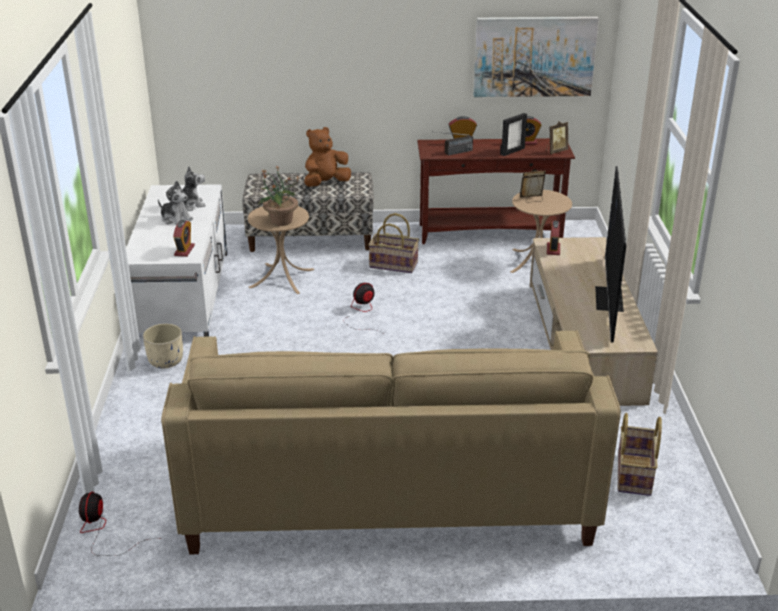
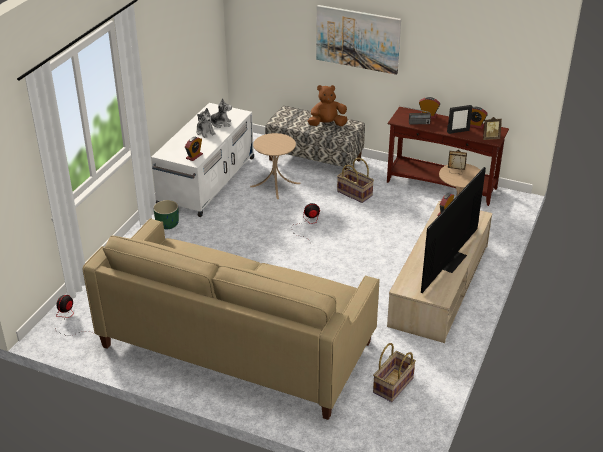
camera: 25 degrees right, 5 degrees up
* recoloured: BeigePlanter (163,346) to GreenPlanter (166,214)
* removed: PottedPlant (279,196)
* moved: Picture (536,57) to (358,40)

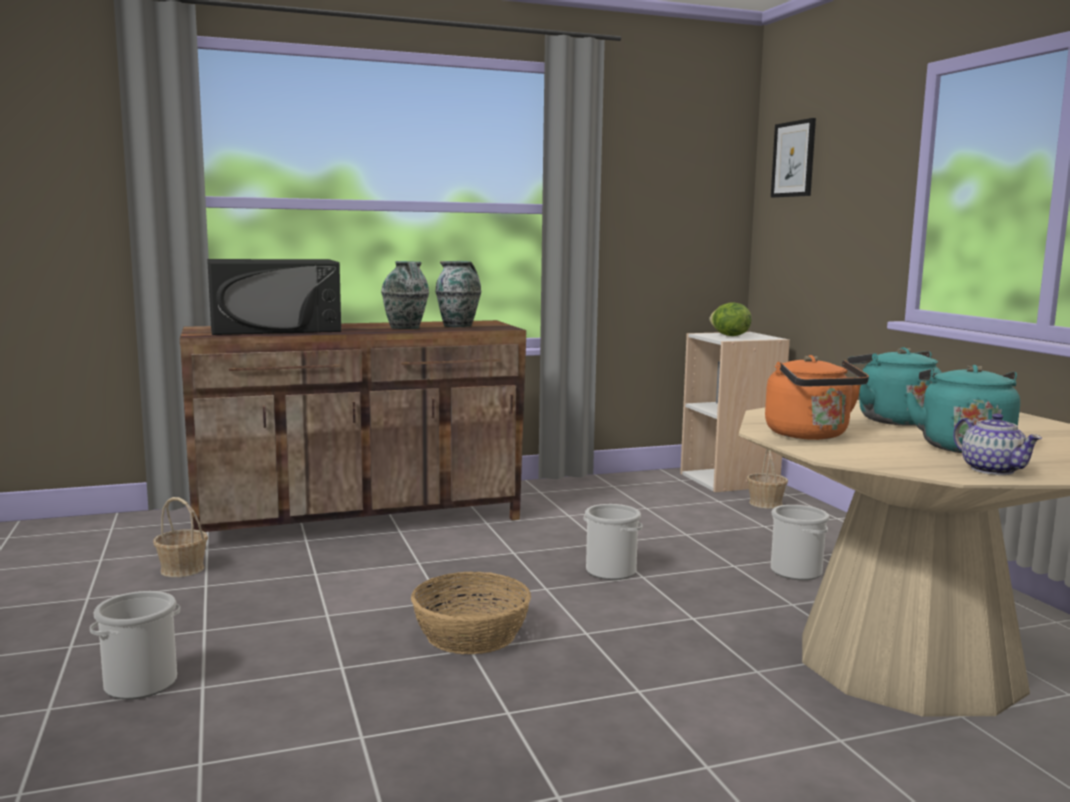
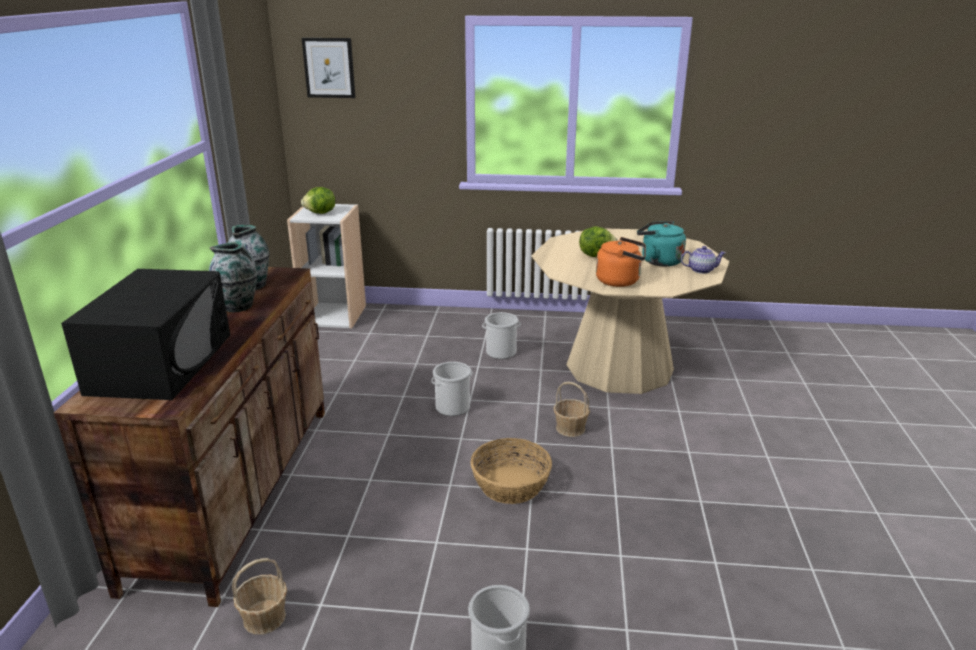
camera: 65 degrees left, 15 degrees up
* moved: Basket (767,479) to (572,409)
* replaced: TurquoiseKettle (895,386) to Lettuce (598,241)

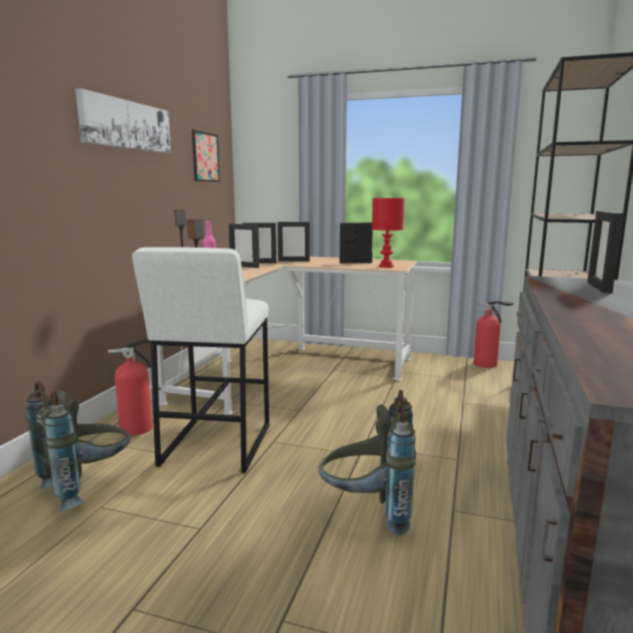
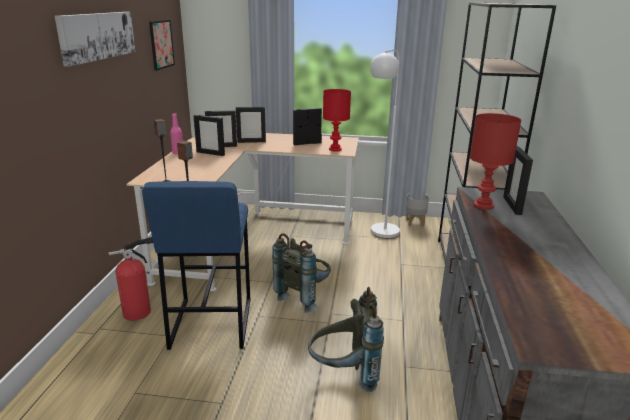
camera: 10 degrees left, 10 degrees up
* moved: GreyBackpack (78,446) to (301,273)
* recoloured: WhiteStool (200,360) to BlueStool (196,265)
* replaced: FireExtinguisher (493,334) to GreyPlanter (417,210)
* added: WhiteFloorLamp (385,144)
* added: RedTableLamp (495,161)

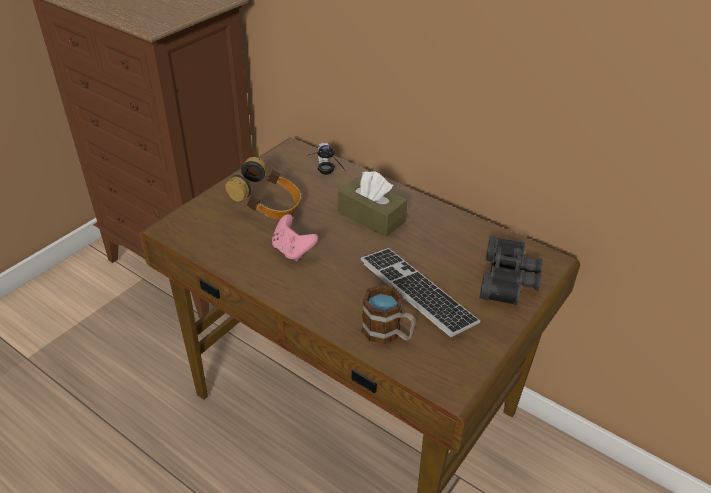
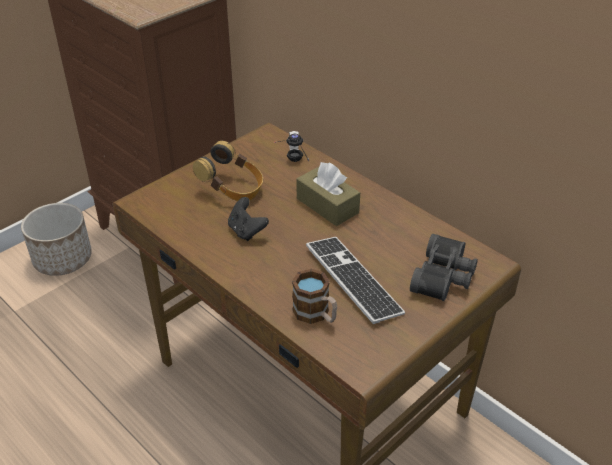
camera: 10 degrees right, 0 degrees up
* recoloured: PinkGameController (295,237) to BlackGameController (248,219)
* added: Planter (56,239)

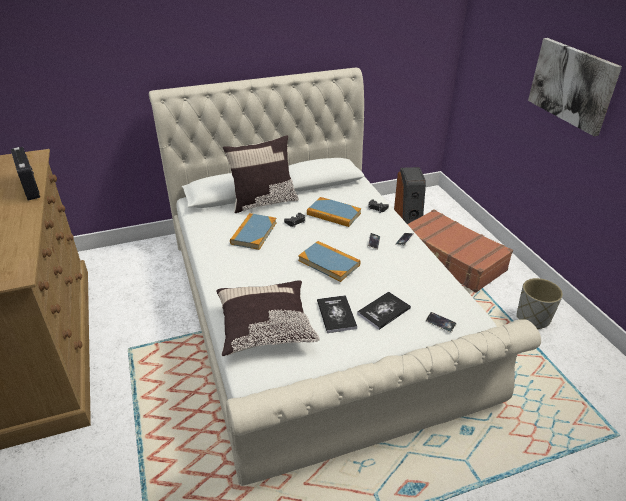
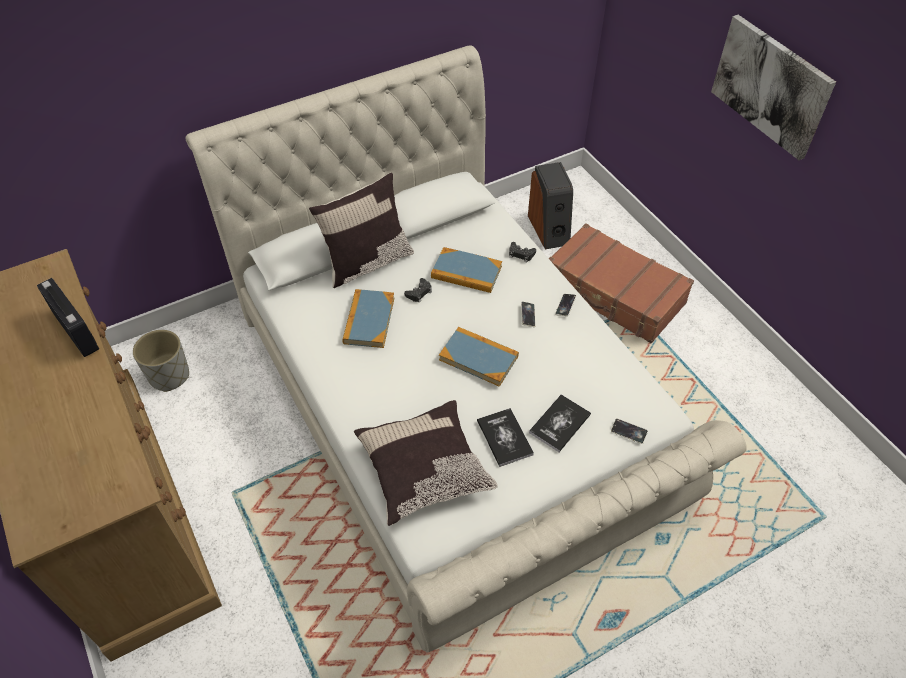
camera: 10 degrees left, 15 degrees up
* moved: GreyPlanter (540,303) to (161,361)

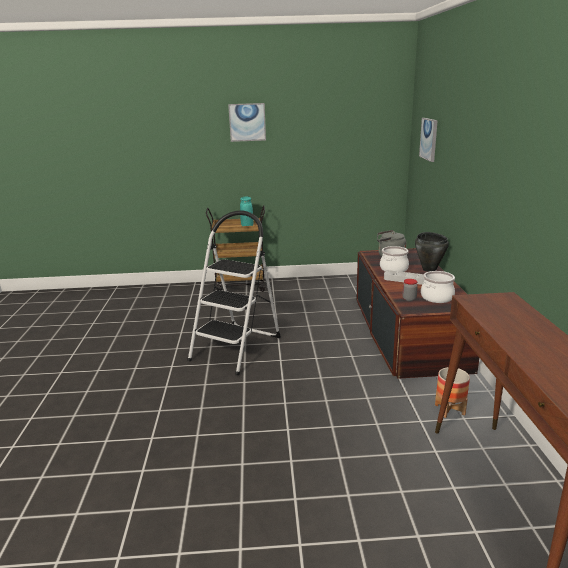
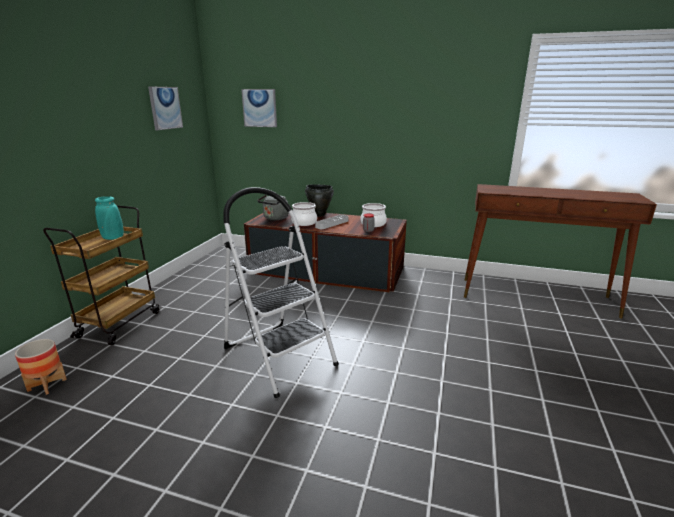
camera: 70 degrees left, 0 degrees up
* moved: Picture (247,122) to (165,108)
* moved: Planter (452,392) to (41,367)

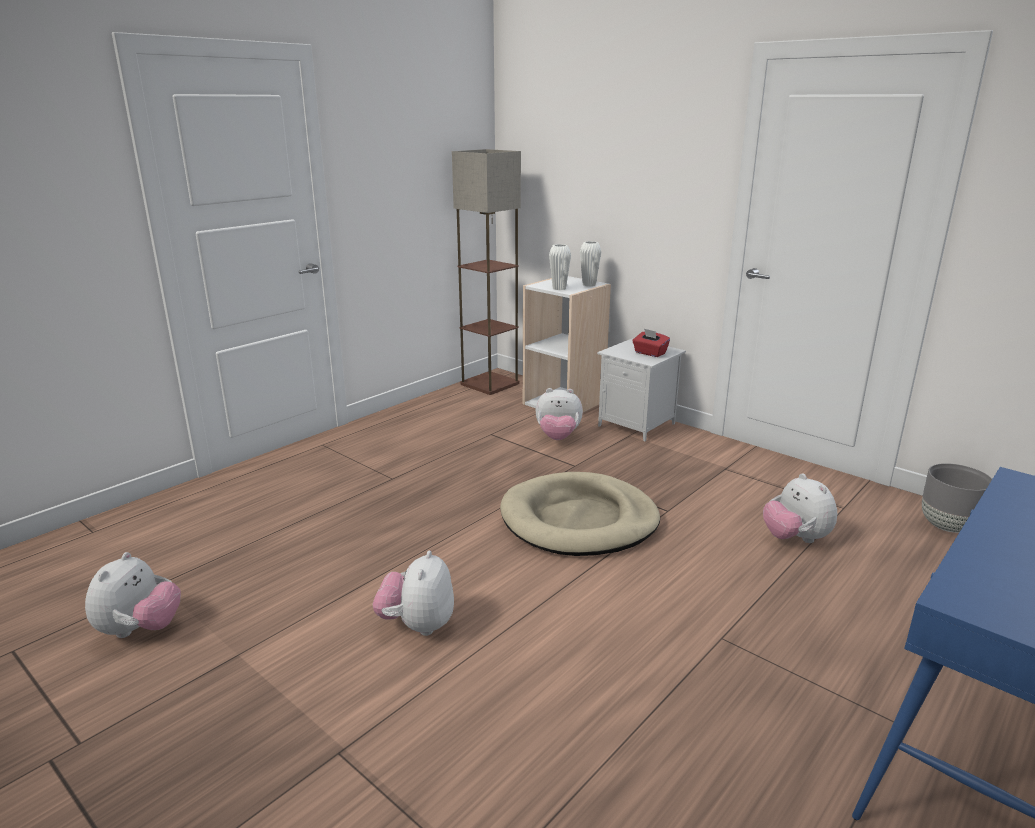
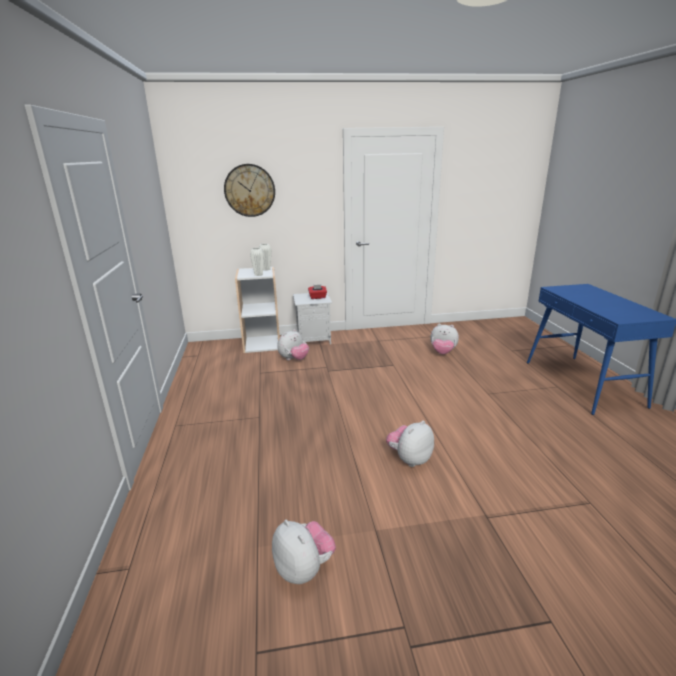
camera: 50 degrees left, 0 degrees up
* turned: PlushToy (413,593) = (410,443) 90 degrees clockwise
* removed: FloorLamp (486,272)
* removed: BeigeDogBed (580,514)
* removed: GreyPlanter (957,498)
* added: WallClock (249,190)

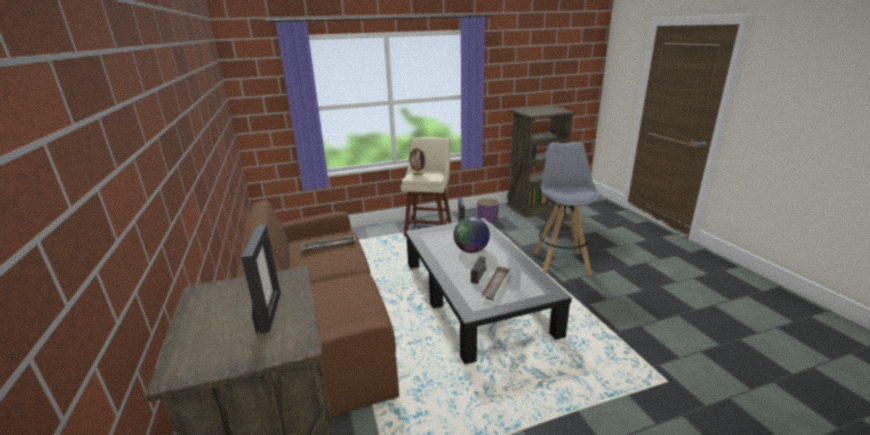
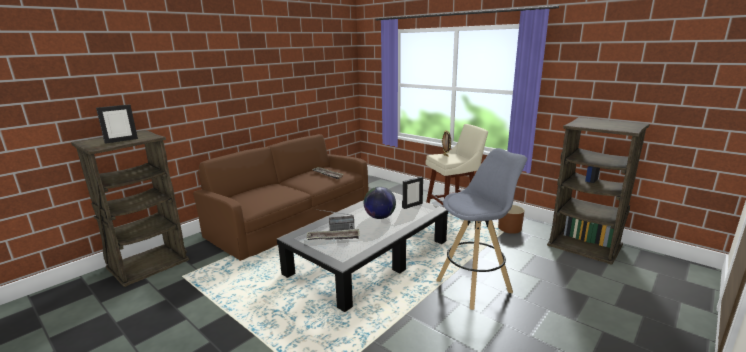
camera: 60 degrees right, 5 degrees down
* recoloured: PurplePlanter (488,210) to BrownPlanter (511,219)

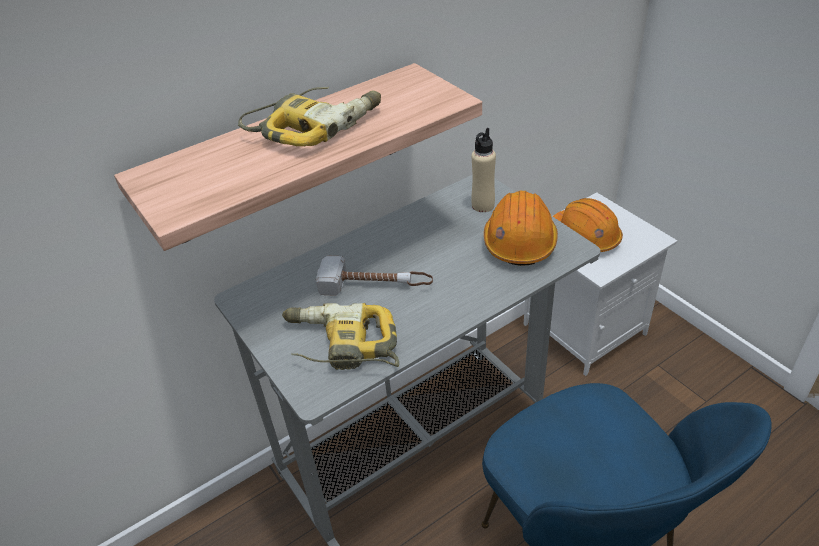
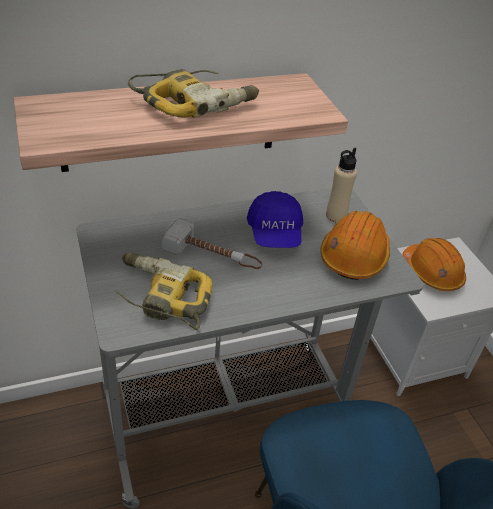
camera: 10 degrees right, 0 degrees up
* added: BlueCap (275,219)

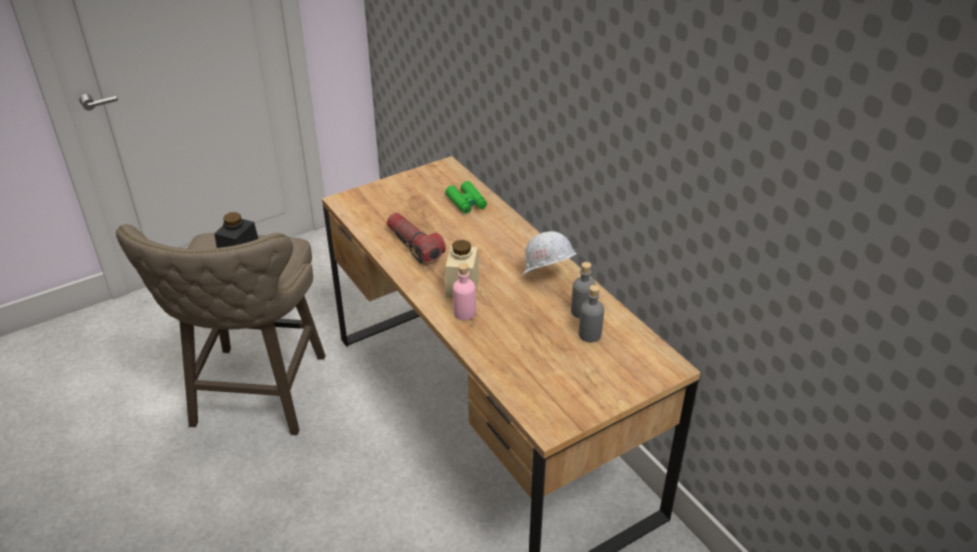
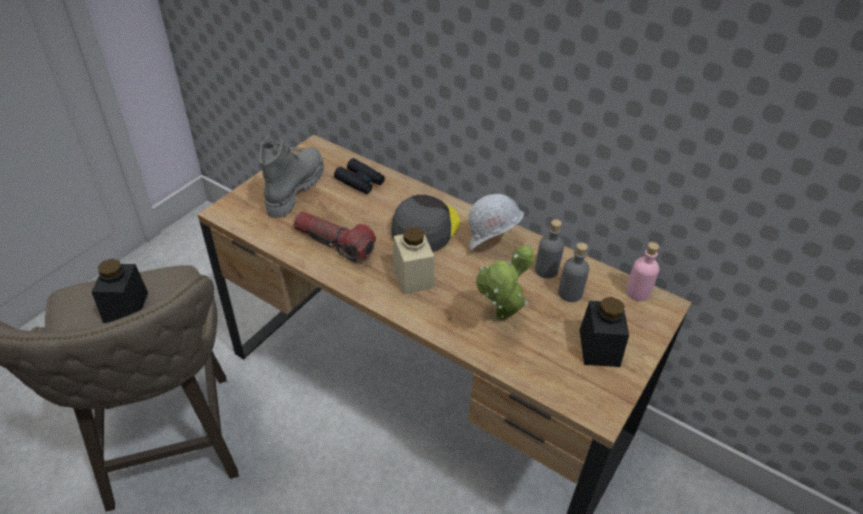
camera: 25 degrees left, 5 degrees up
* recoloured: GreenBinoculars (466,197) to BlackBinoculars (359,176)
* moved: PinkBottle (464,291) to (642,272)
* added: GreyBoot (291,176)
* added: GreyCap (425,223)
* added: PottedPlant (505,282)
* added: BlackJar (604,332)

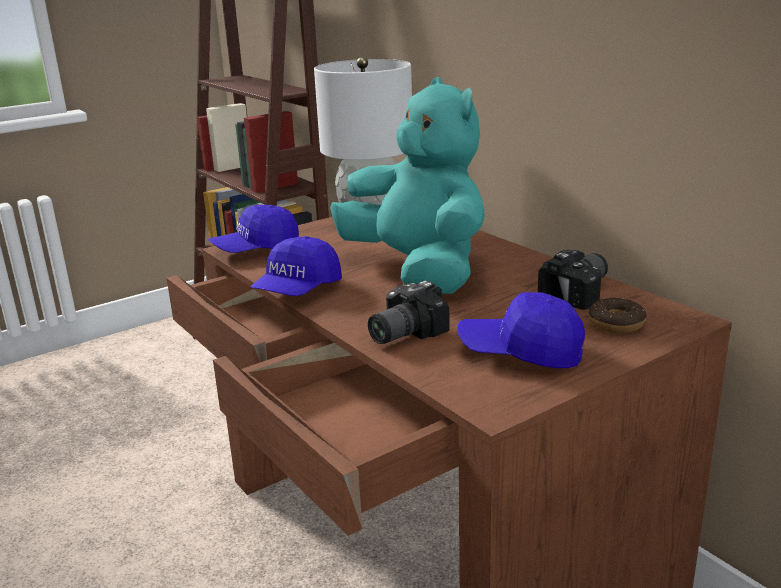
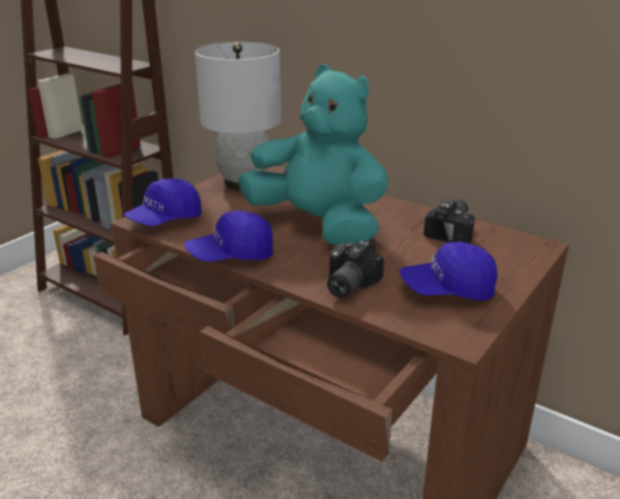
camera: 20 degrees left, 5 degrees up
* turned: BlueCap (296,266) = (228,236) 60 degrees clockwise
* removed: Donut (617,315)

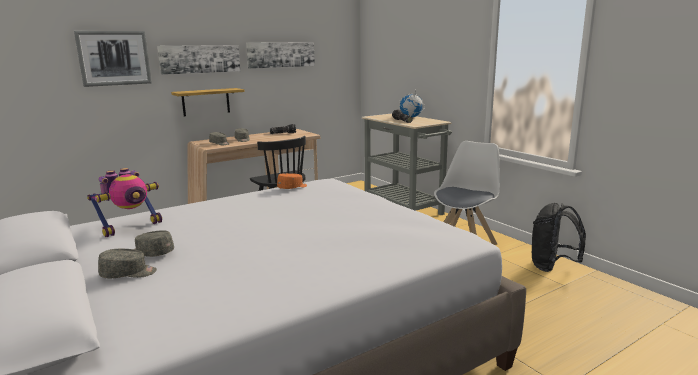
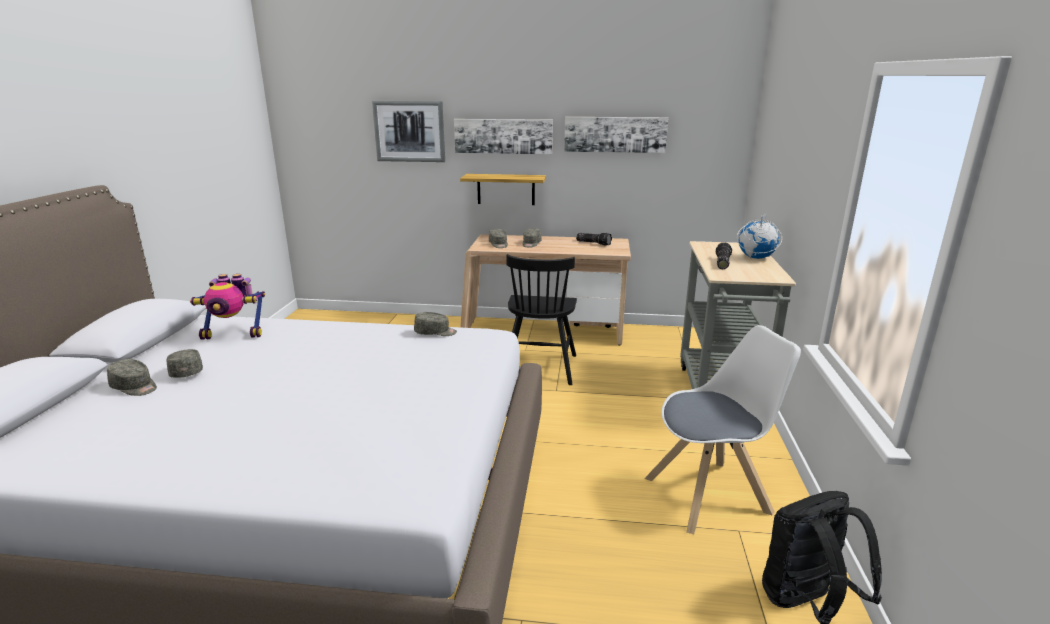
camera: 40 degrees right, 5 degrees up
* recoloured: OrangeCap (292,181) to GreyCap (435,324)

